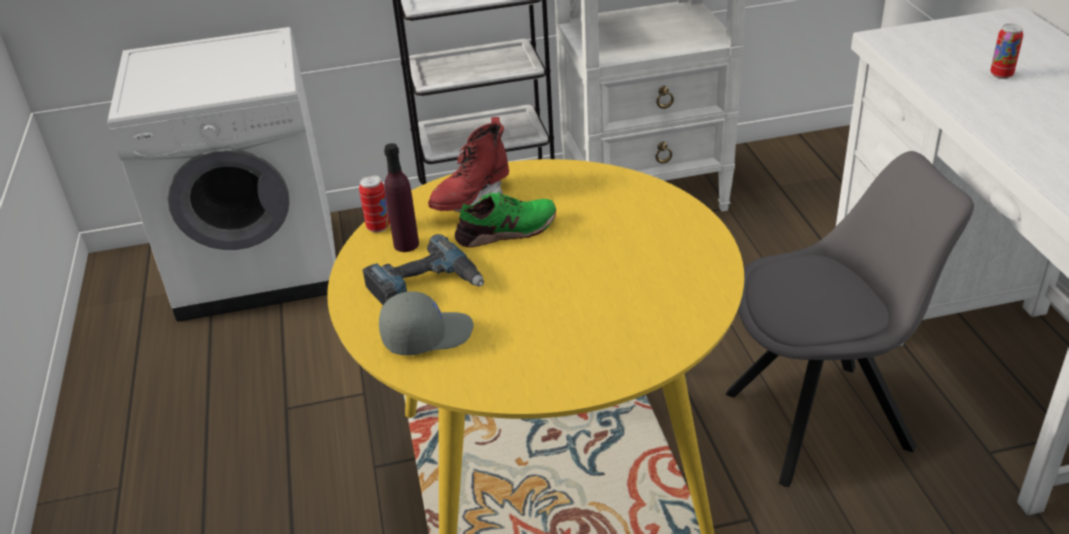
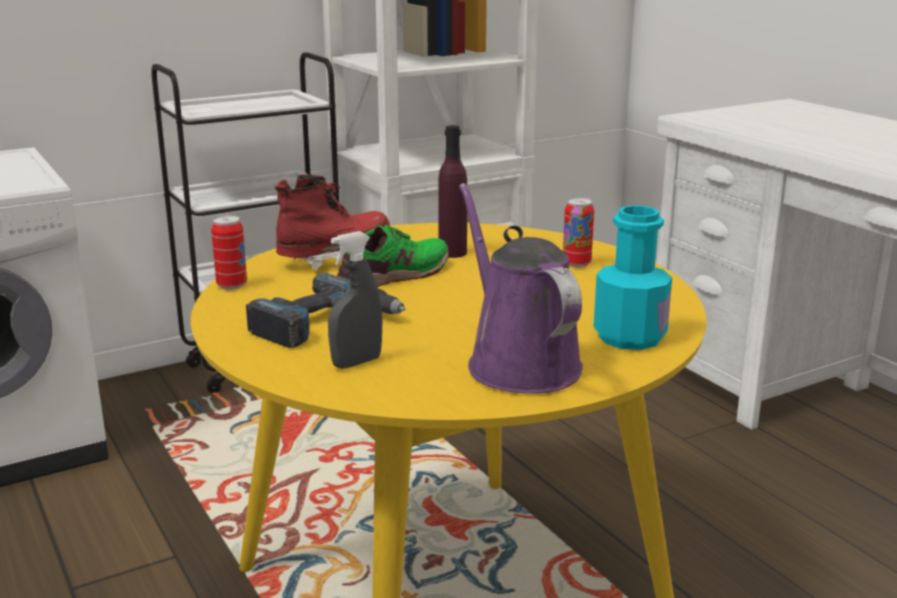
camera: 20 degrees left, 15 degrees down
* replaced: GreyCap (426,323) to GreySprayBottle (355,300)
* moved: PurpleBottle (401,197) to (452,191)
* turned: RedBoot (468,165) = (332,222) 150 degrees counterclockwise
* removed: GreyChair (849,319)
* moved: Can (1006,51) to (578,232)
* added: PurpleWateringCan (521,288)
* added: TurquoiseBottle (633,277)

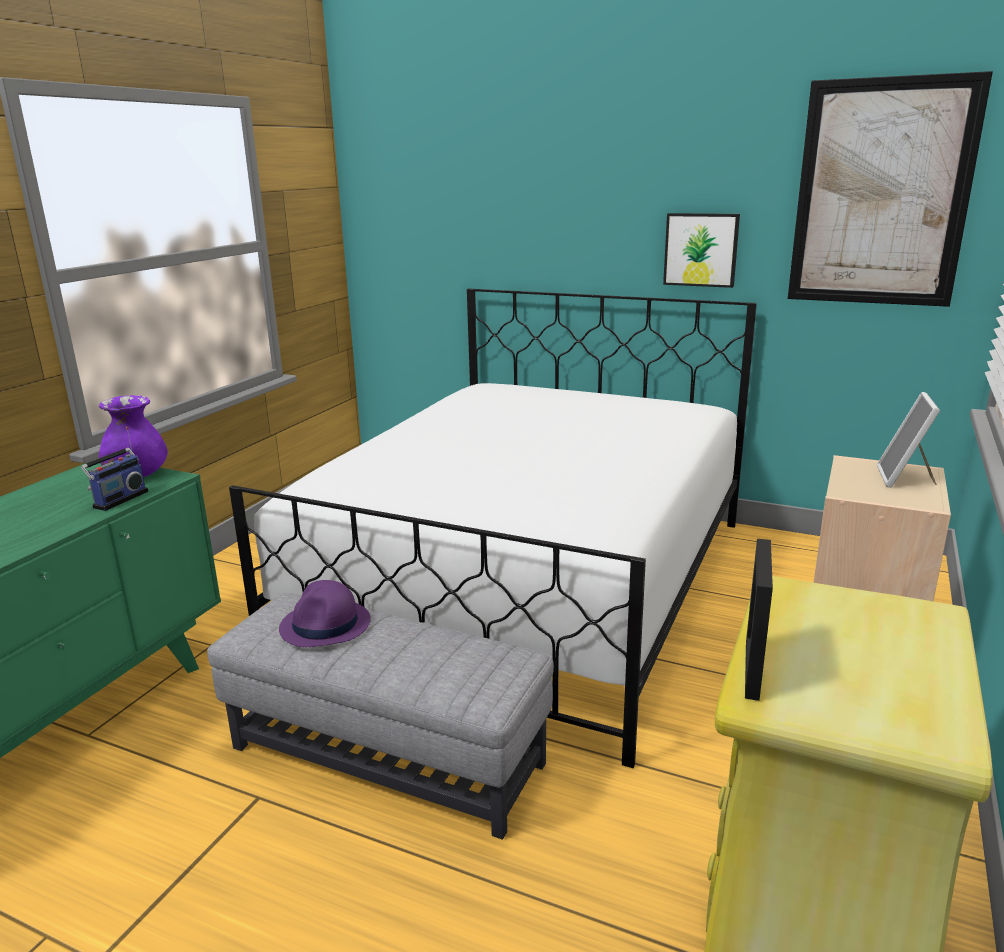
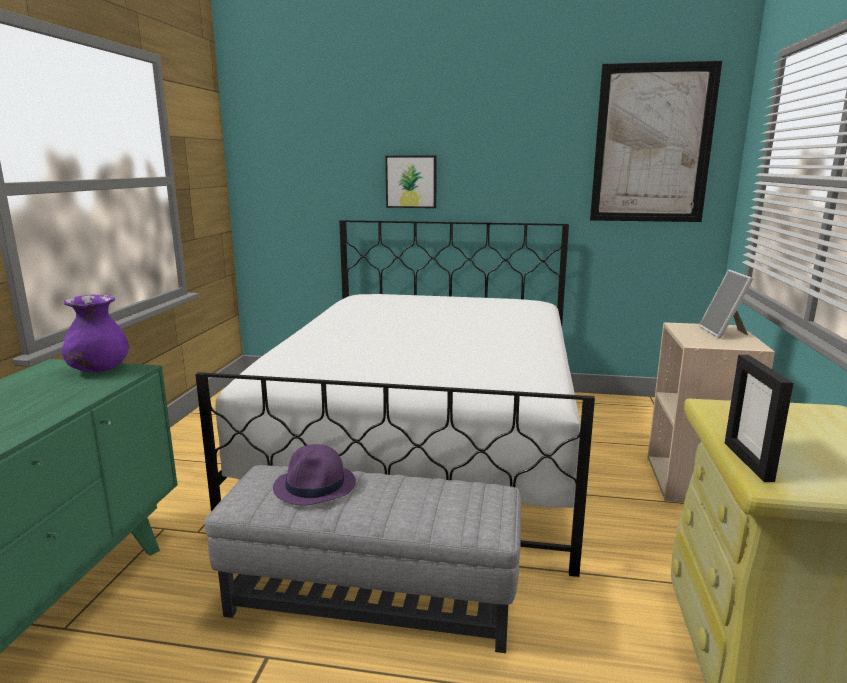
camera: 15 degrees left, 5 degrees down
* removed: Radio (114,469)
* moved: Picture (701,250) to (411,182)

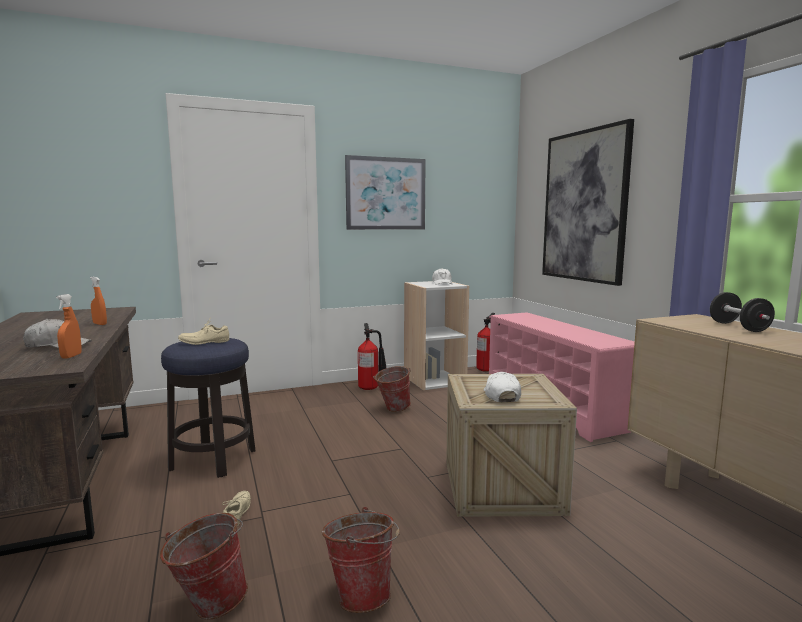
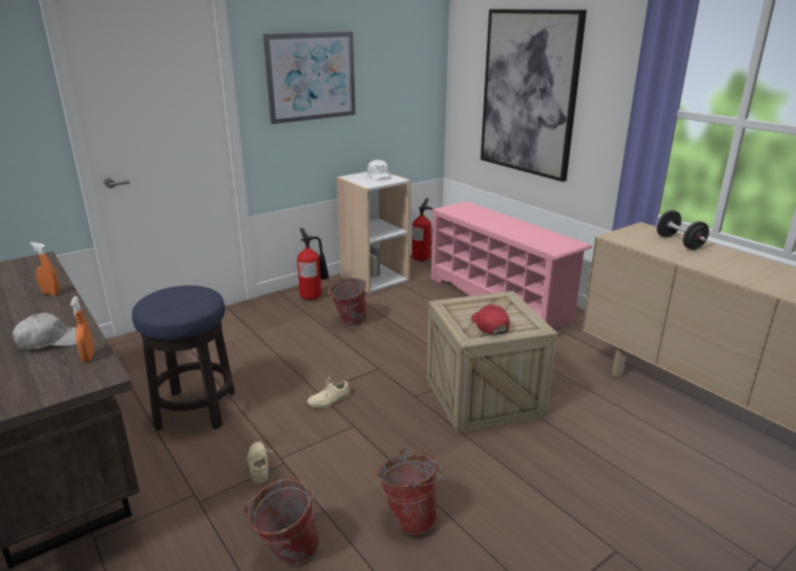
camera: 15 degrees left, 15 degrees up
* moved: BeigeShoe (203,331) to (328,391)
* recoloured: WhiteCap (502,387) to RedCap (490,320)

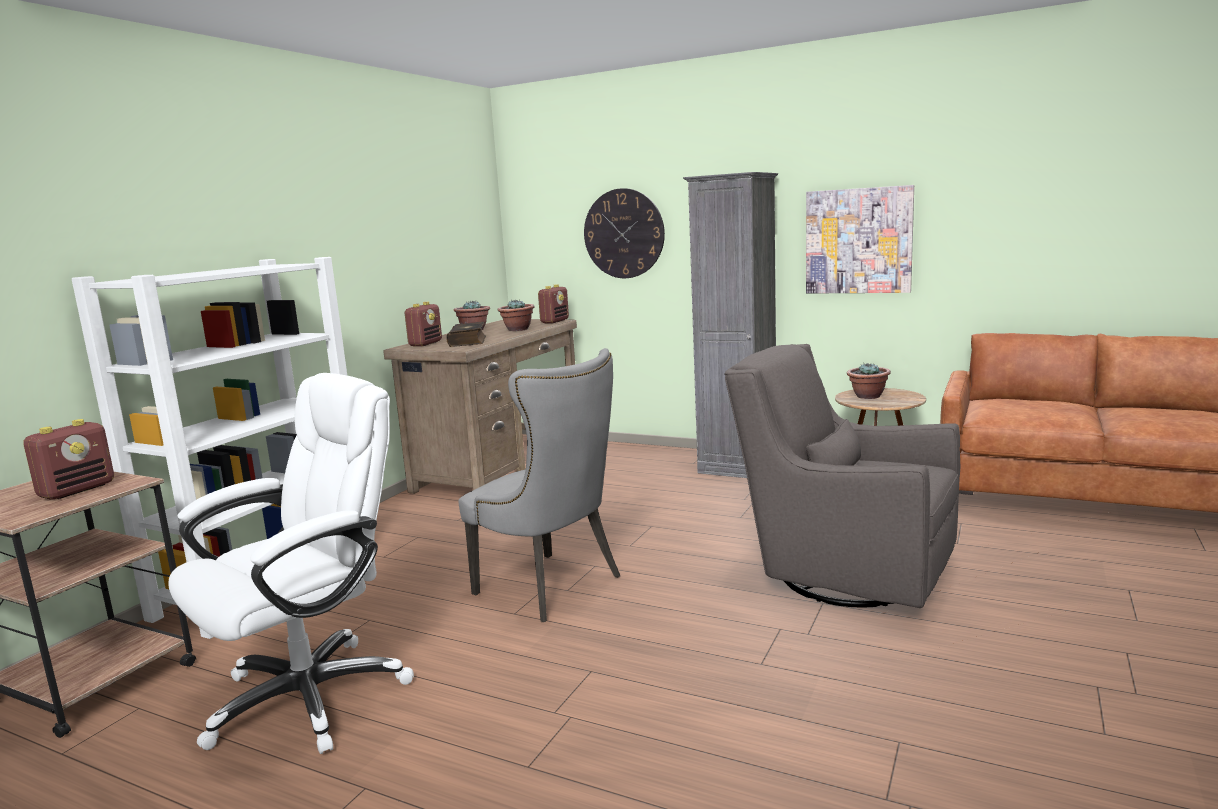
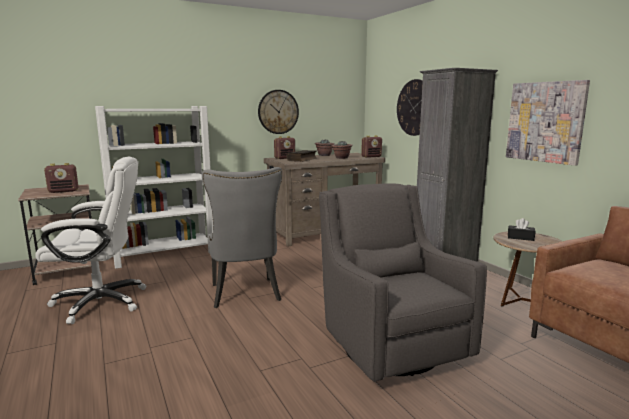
camera: 35 degrees right, 0 degrees up
* replaced: PottedPlant (869,381) to BlackTissueBox (522,229)
* added: WallClock (278,112)

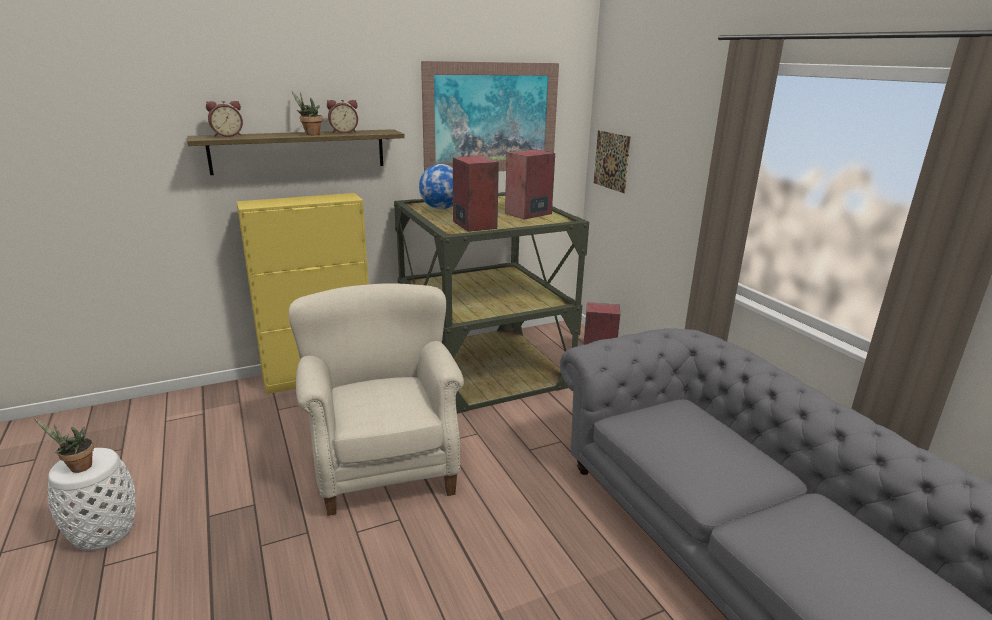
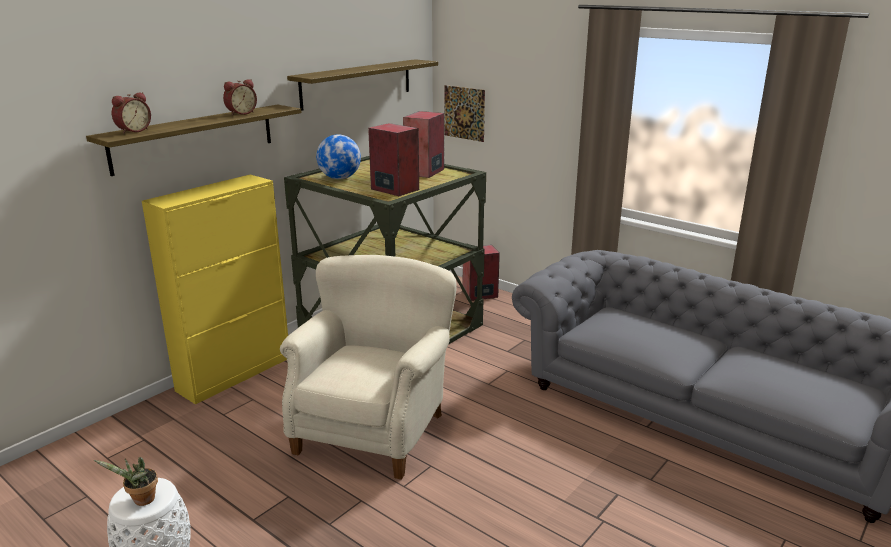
camera: 25 degrees left, 0 degrees up
* turned: BeigeArmchair (376,399) = (368,367) 60 degrees clockwise
* removed: PottedPlant (307,113)
* replaced: Picture (490,116) to Shelf (362,85)

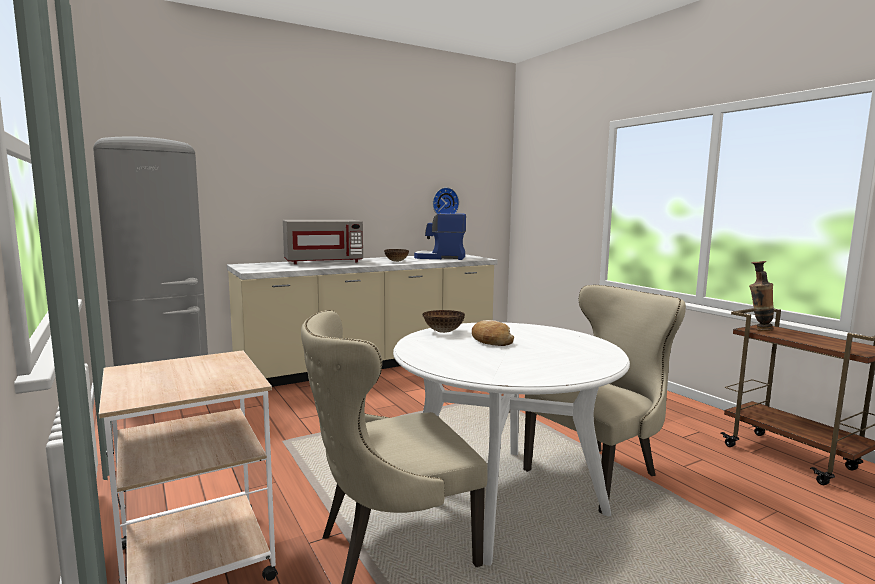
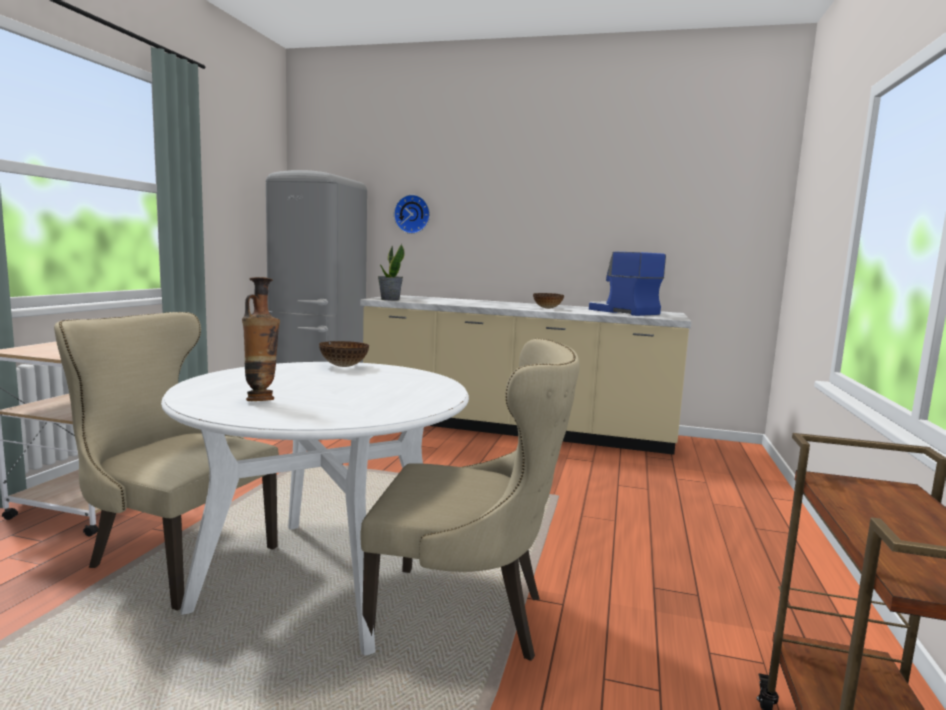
camera: 45 degrees right, 0 degrees up
* removed: GreyMicrowave (323,242)
* moved: WallClock (446,200) to (412,214)
* removed: Bread (493,333)
* moved: Vase (761,296) to (261,339)
* added: PottedPlant (391,272)

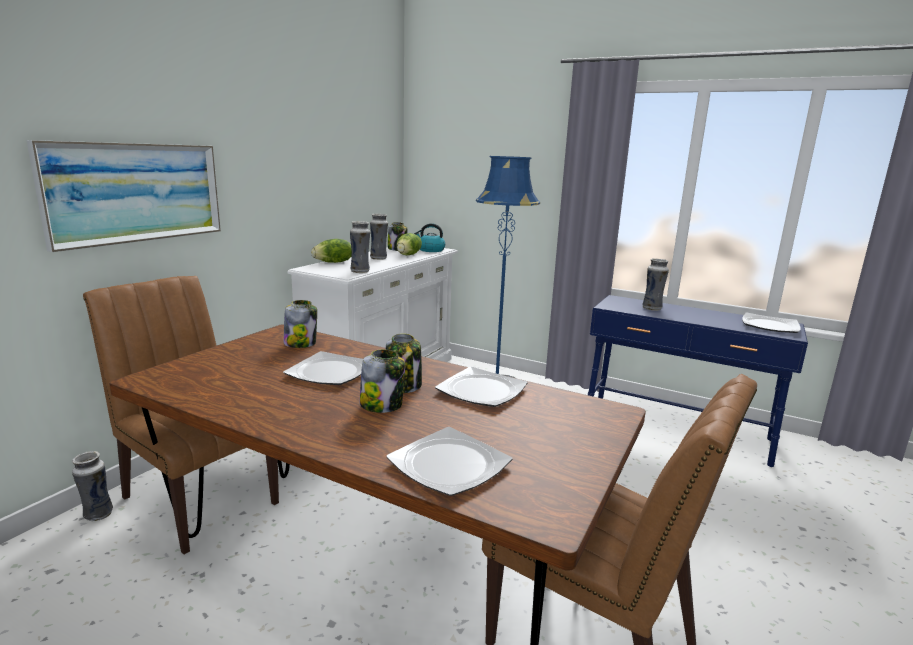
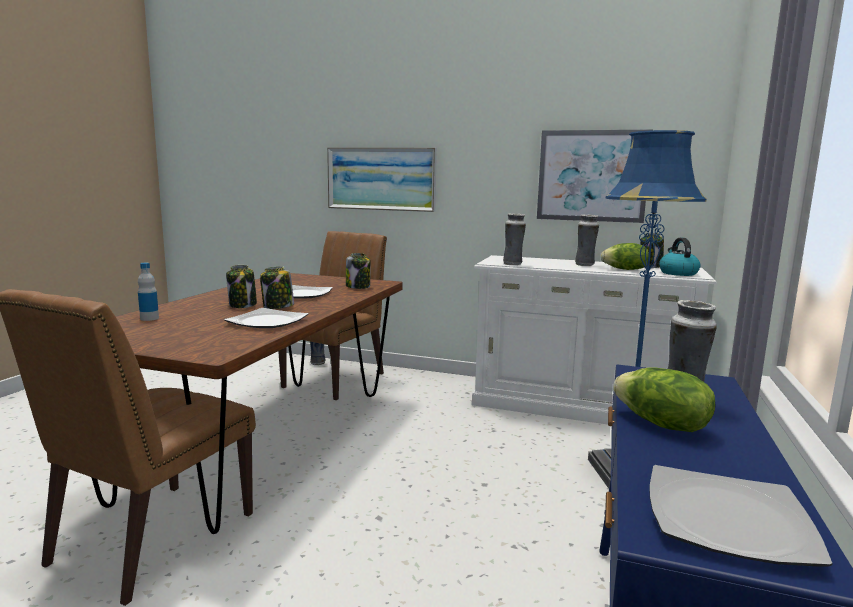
camera: 80 degrees right, 5 degrees down
* moved: Lettuce (331,251) to (664,400)
* replaced: Plate (449,461) to Bottle (148,292)
* added: Picture (593,176)

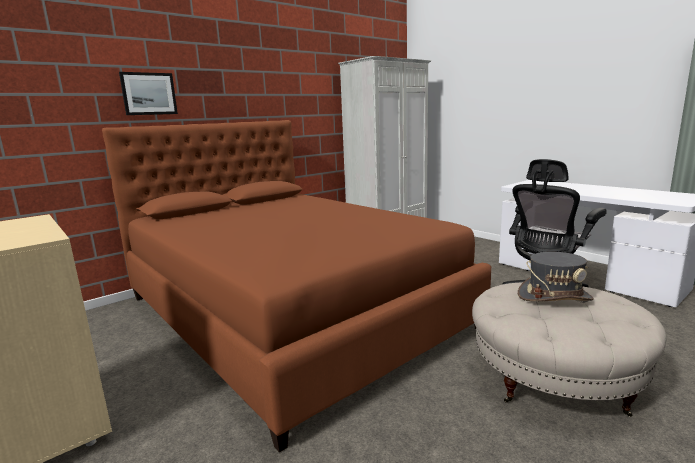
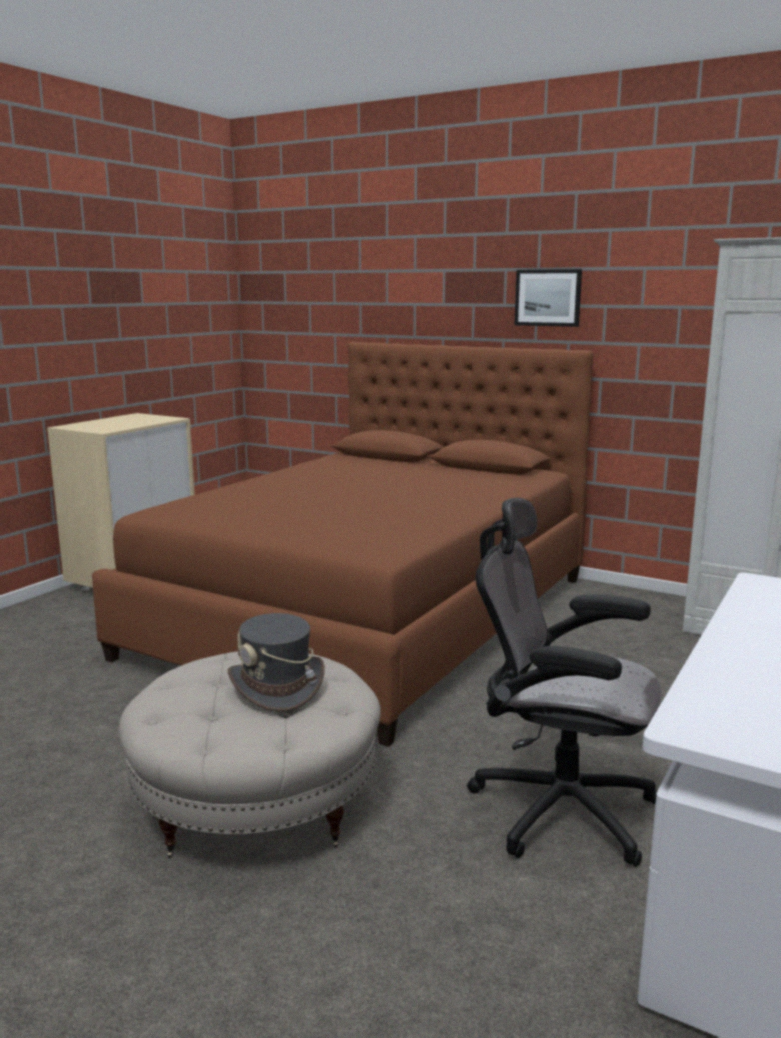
camera: 70 degrees right, 0 degrees up
* moved: Picture (148,93) to (548,298)

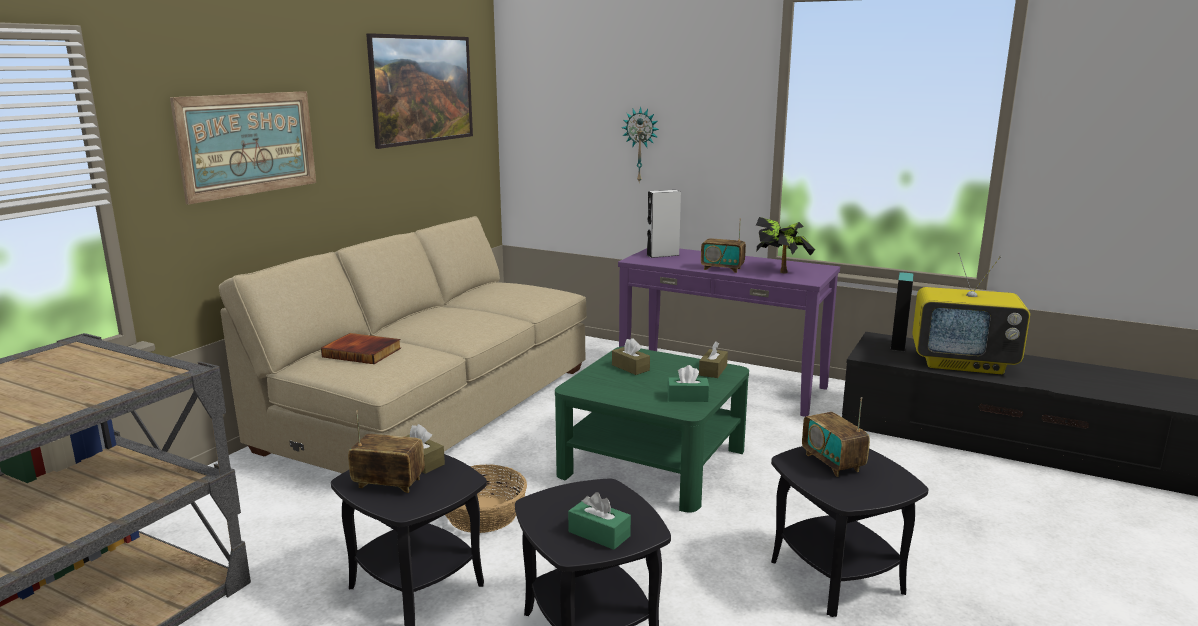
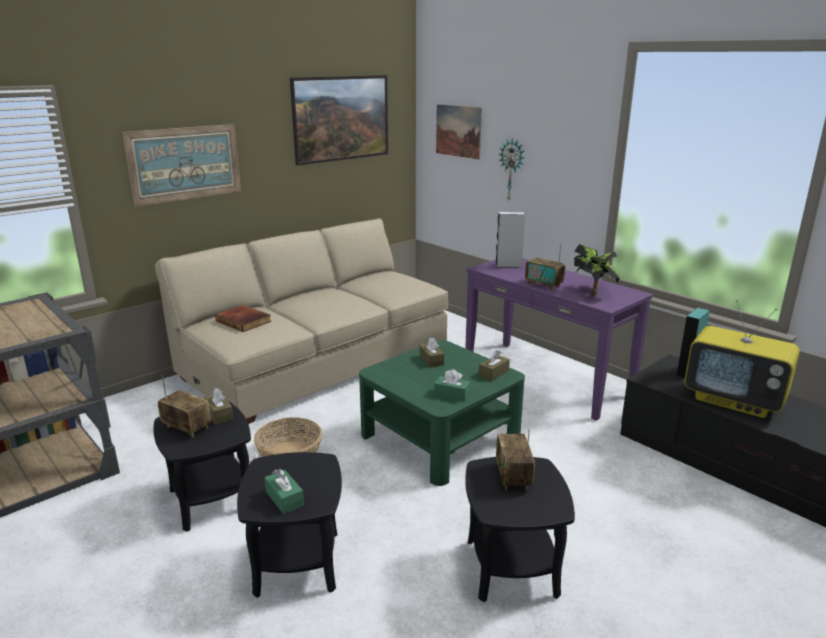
camera: 20 degrees right, 5 degrees up
* added: Picture (459,131)

